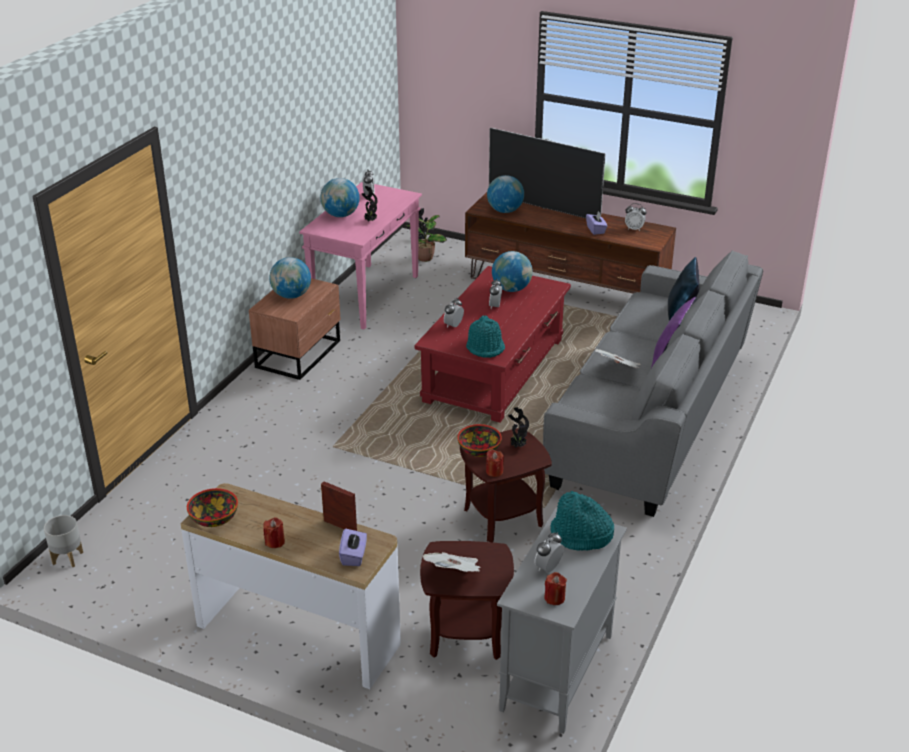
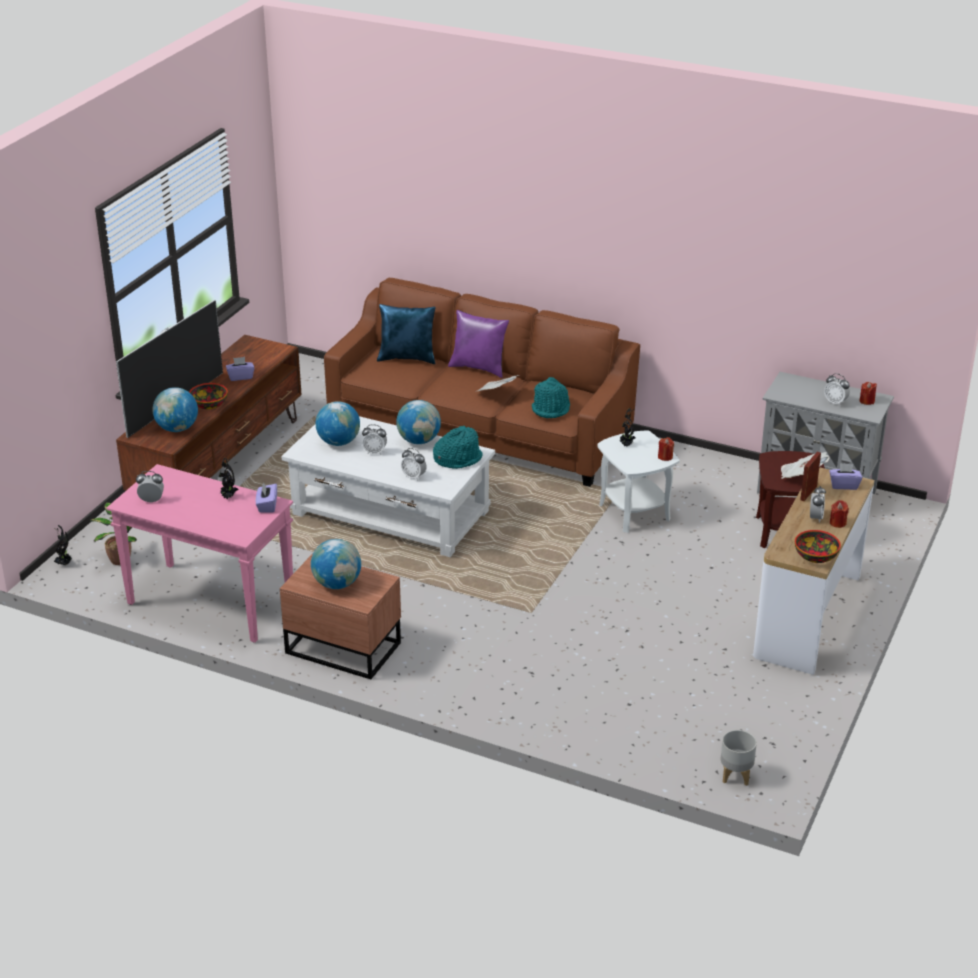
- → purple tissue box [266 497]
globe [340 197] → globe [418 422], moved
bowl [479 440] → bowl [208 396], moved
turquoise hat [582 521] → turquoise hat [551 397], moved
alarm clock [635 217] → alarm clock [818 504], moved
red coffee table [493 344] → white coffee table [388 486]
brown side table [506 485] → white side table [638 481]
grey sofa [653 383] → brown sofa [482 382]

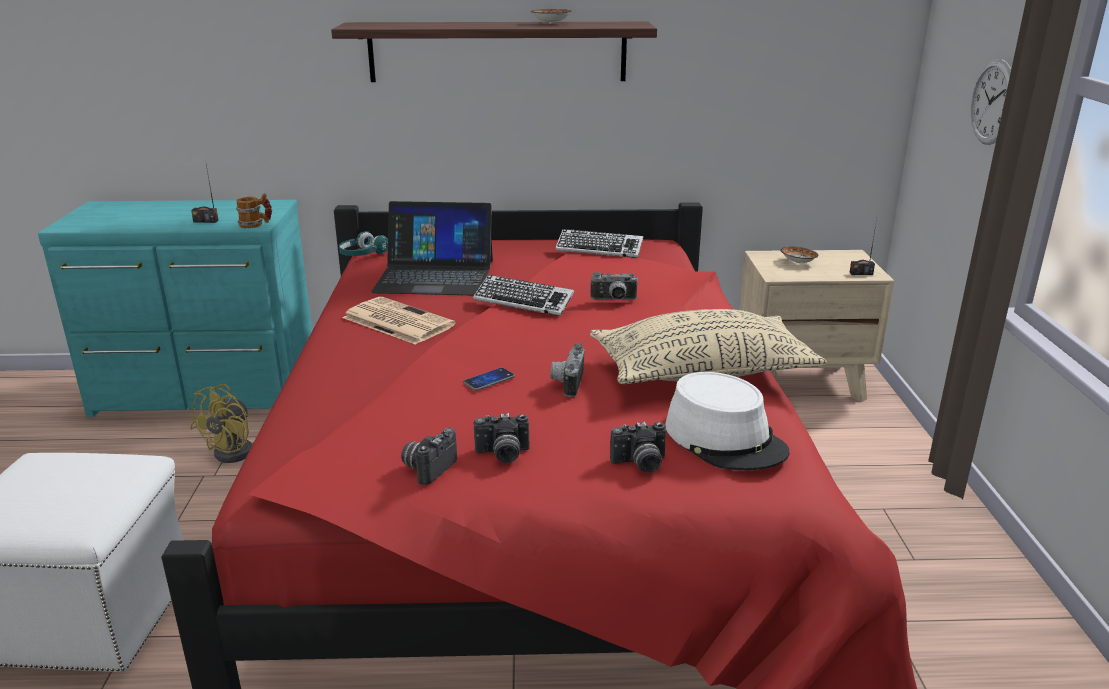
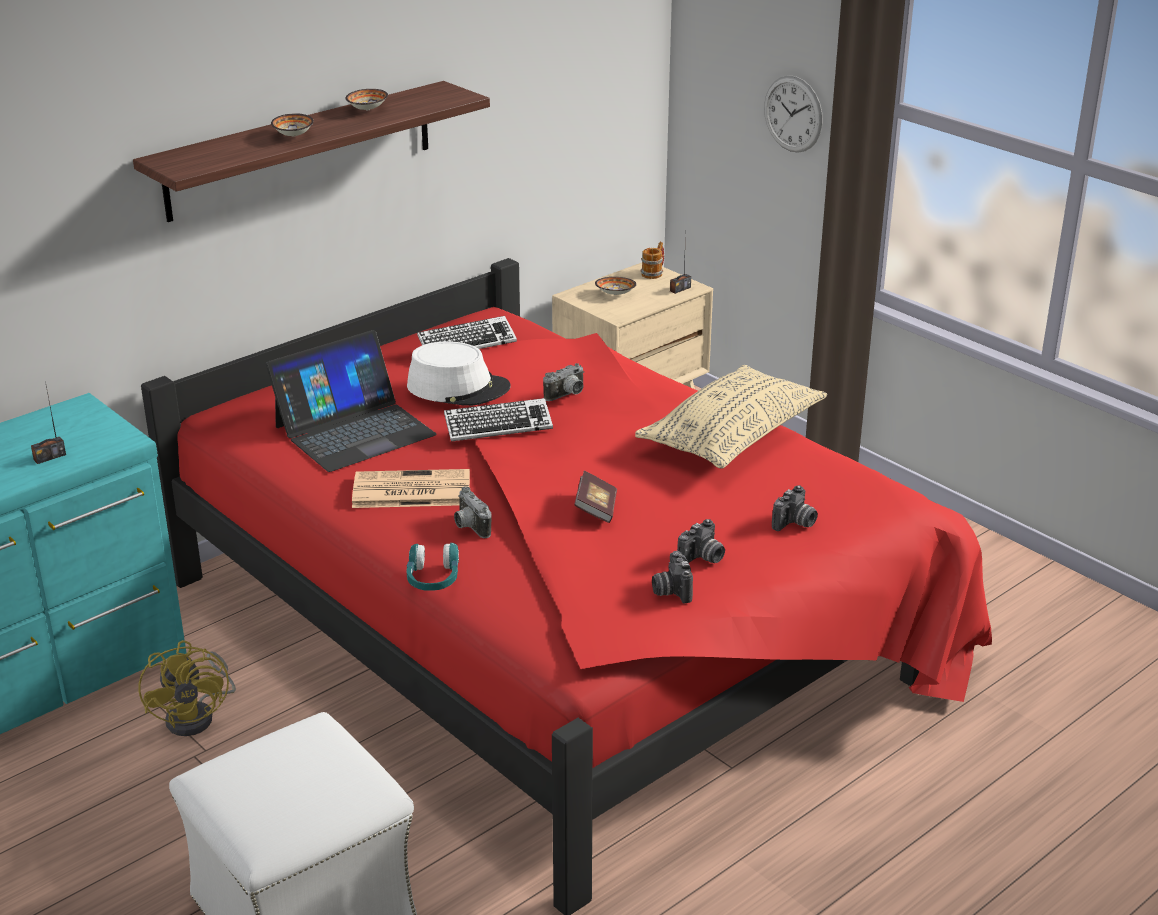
- → bowl [292 125]
mug [254 210] → mug [652 260], moved
turquoise headphones [363 243] → turquoise headphones [433 567], moved
photo camera [567 370] → photo camera [472 512], moved
white hat [727 421] → white hat [459 373], moved
phone [489 379] → book [595 497]

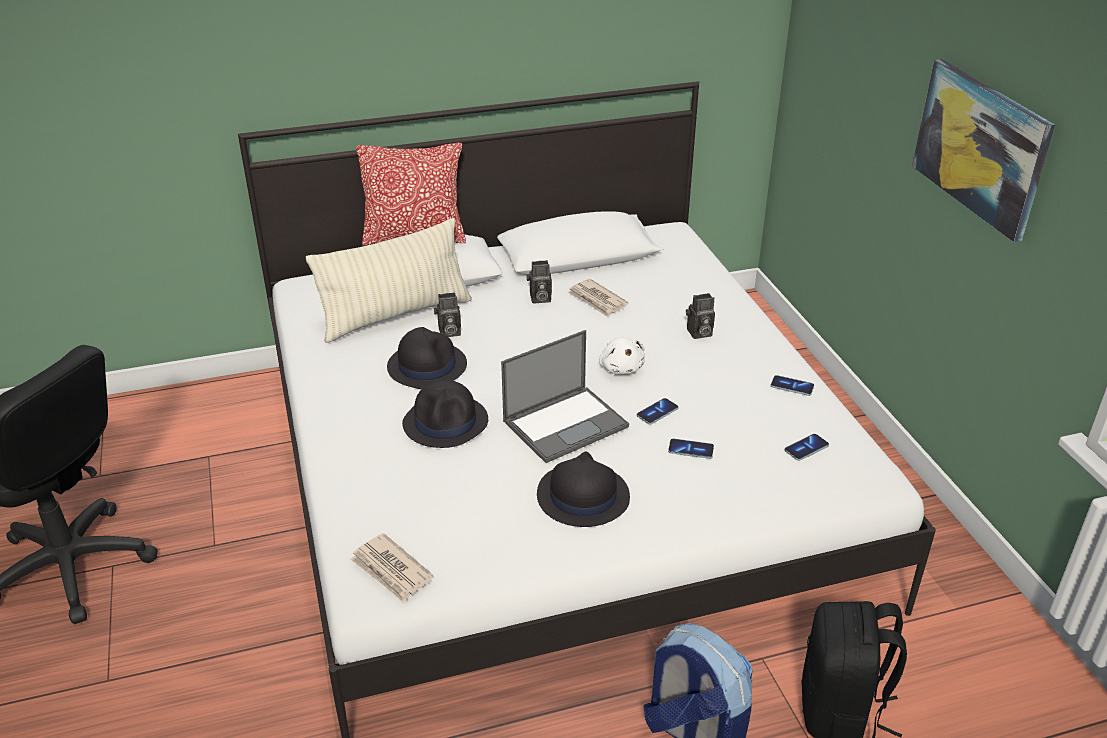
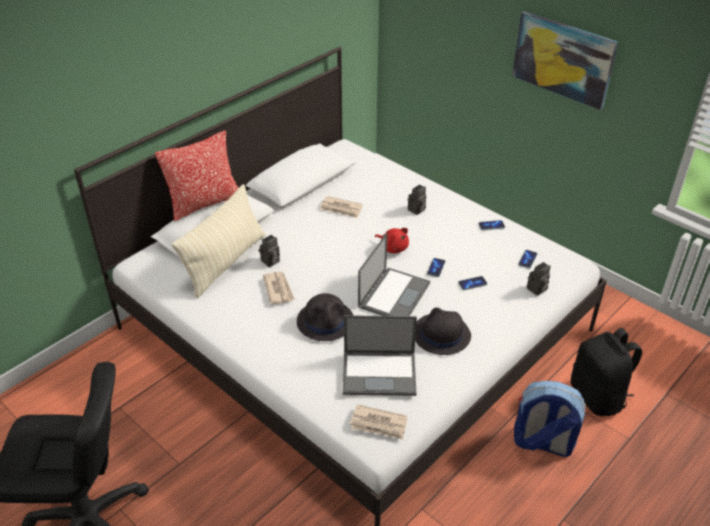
- → laptop [380 355]
photo camera [539 281] → photo camera [538 278], moved
black hat [427 358] → newspaper [279 288]
white plush toy [622 356] → red plush toy [392 241]

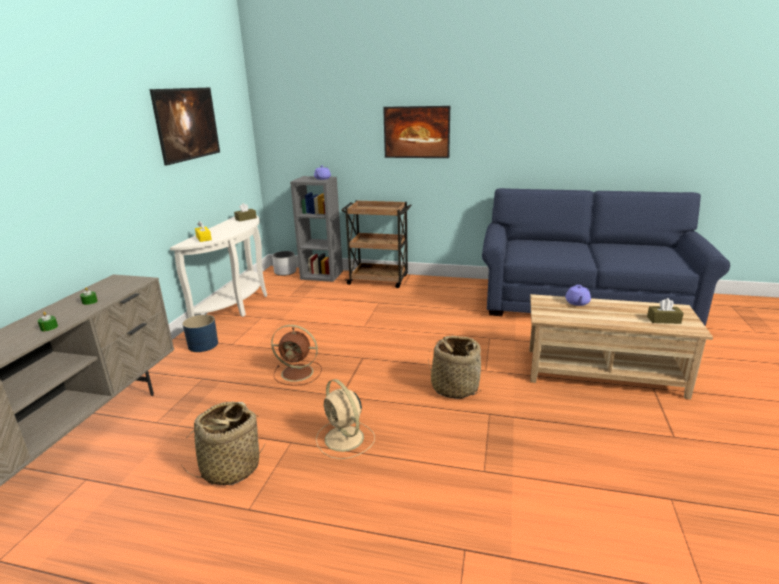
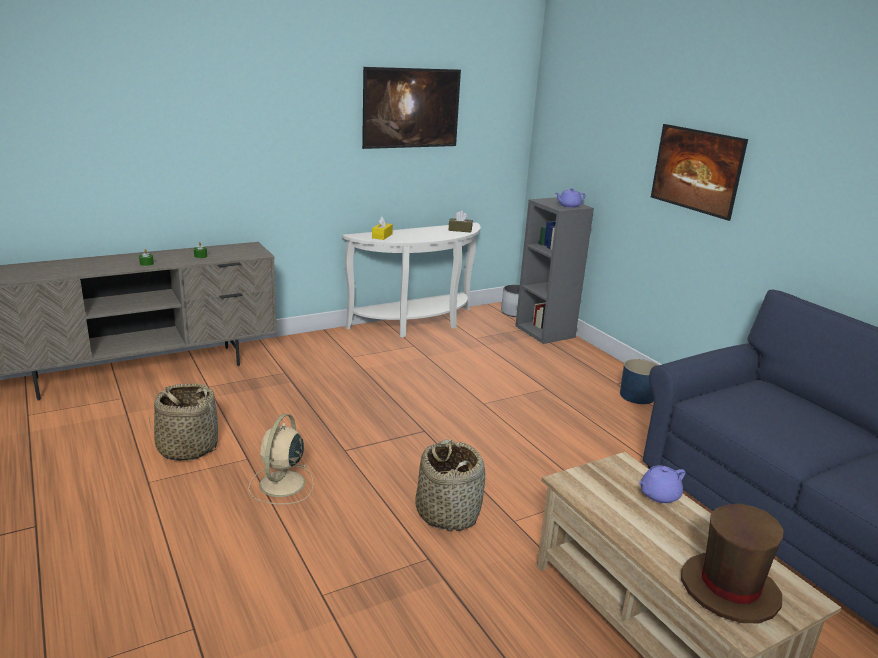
brown fan [296 355] → -
brown cart [376 244] → -
blue planter [200 333] → blue planter [638 381], moved
brown tissue box [665 311] → brown hat [732 564]

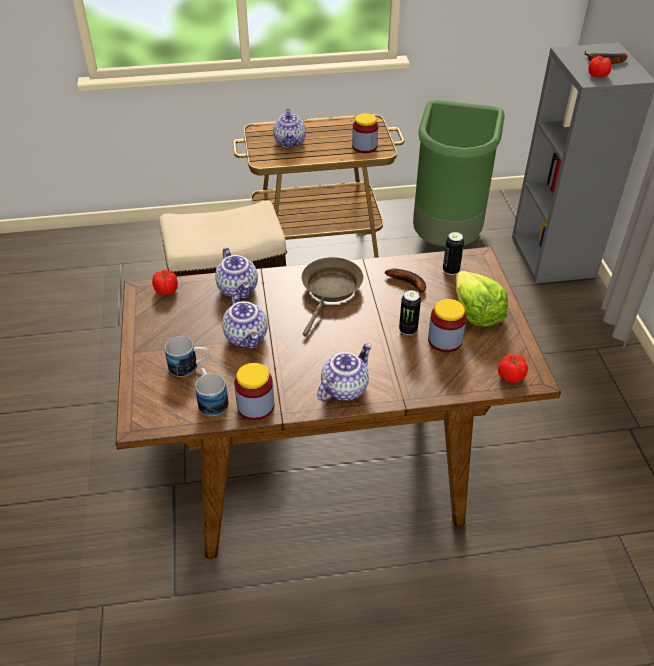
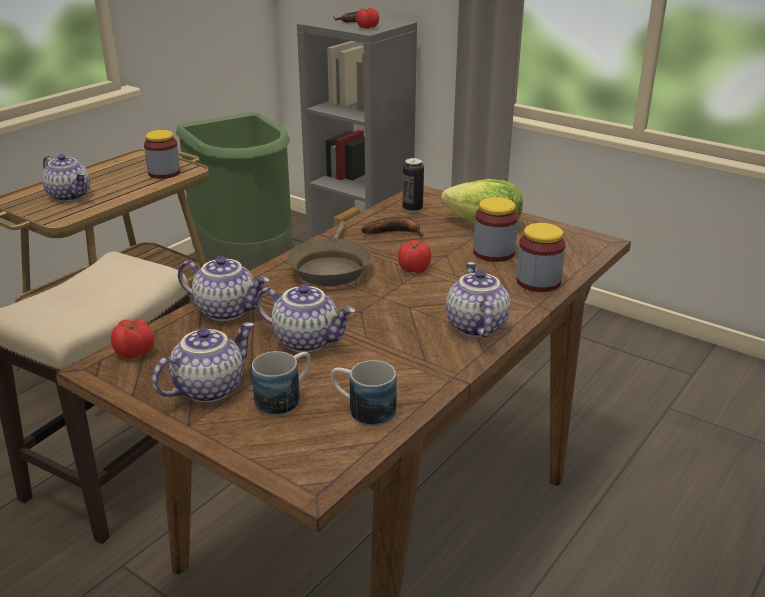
can [410 312] → -
- → teapot [203 362]
jar [254 391] → jar [541 257], moved
tomato [513 368] → tomato [414 256], moved
brown frying pan [332 297] → brown frying pan [330 254], 150 degrees counterclockwise

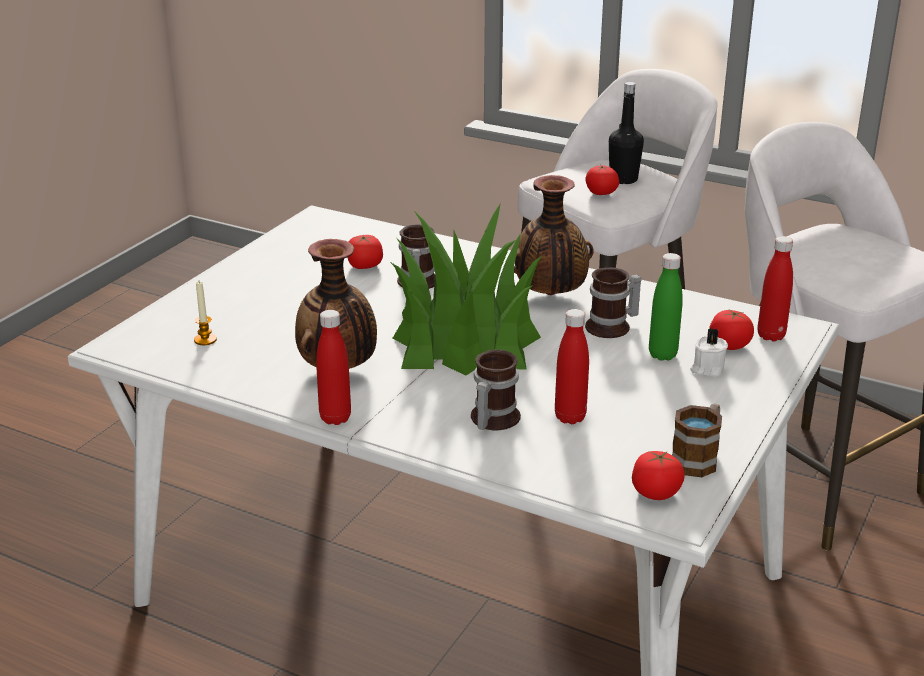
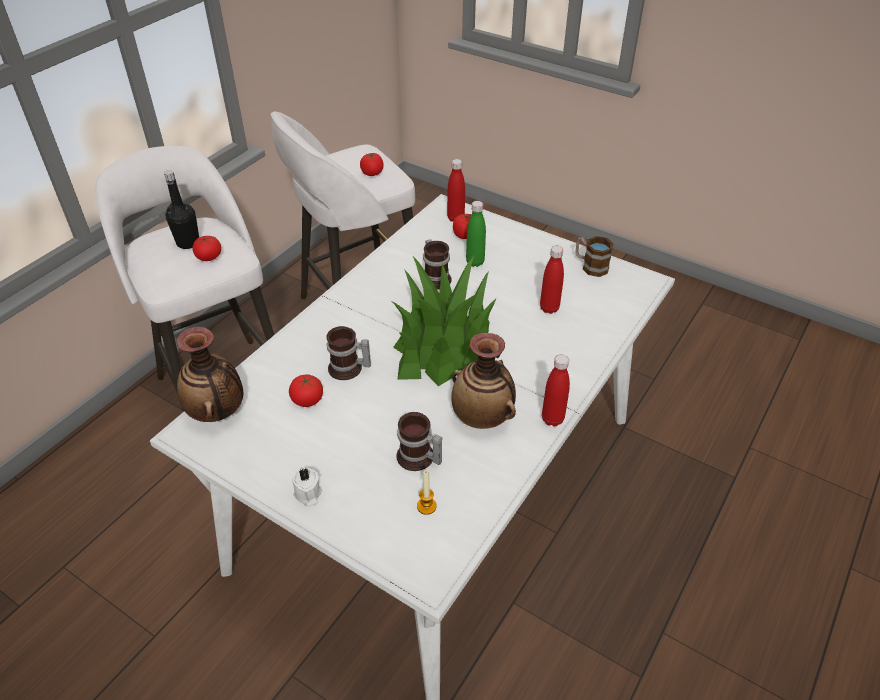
mug [496 390] → mug [419 441], moved
vase [554 235] → vase [210 374], moved
tomato [658 475] → tomato [372 164], moved
white candle [709 352] → white candle [307 487], moved

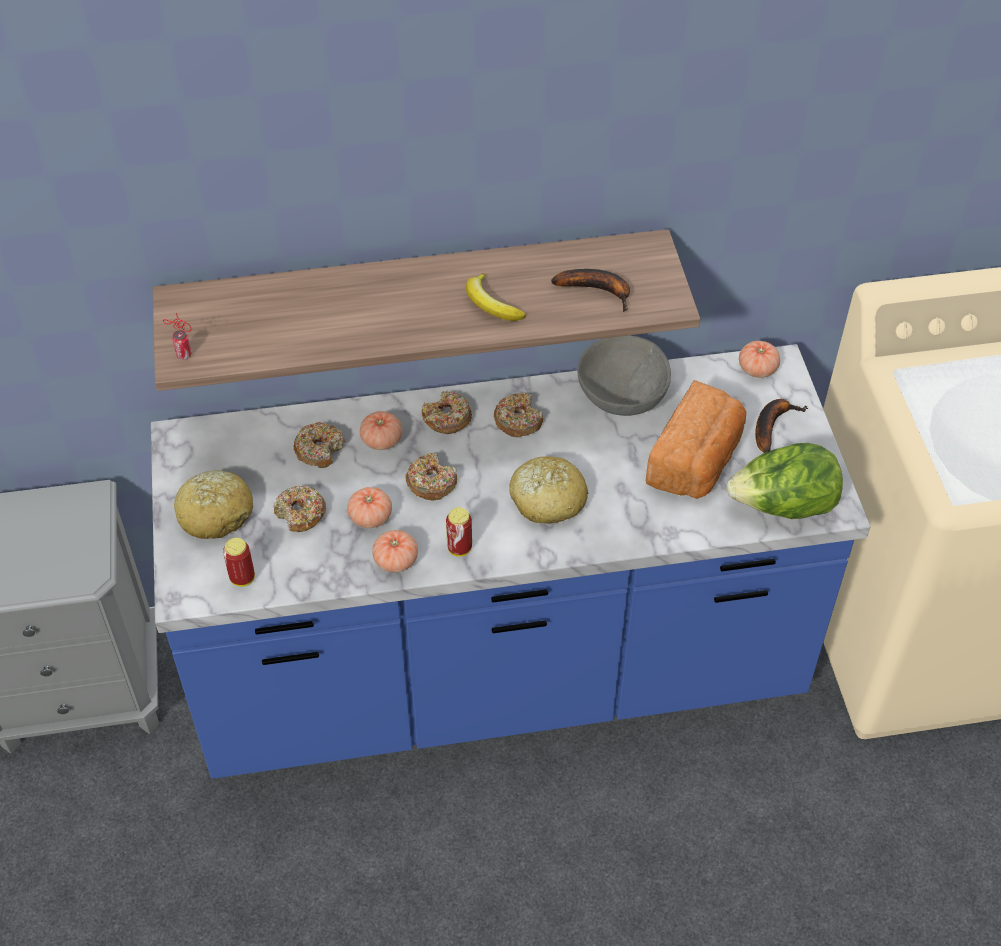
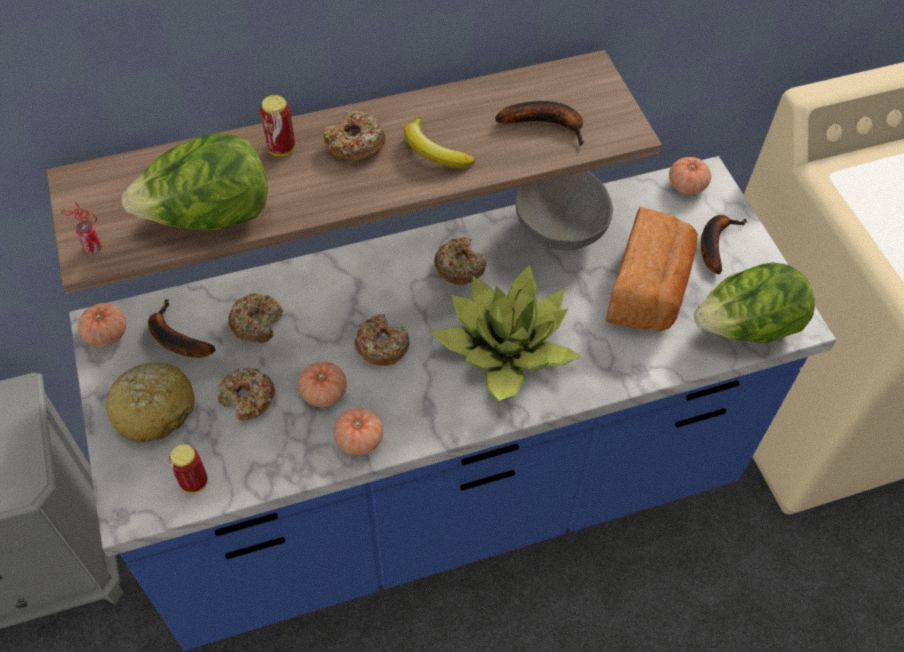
- → lettuce [195 182]
- → banana [181 328]
tomato [381 430] → tomato [102 325], moved
donut [447 412] → donut [354 136], moved
can [459 532] → can [277 125], moved
bread [548 490] → potted plant [506 332]

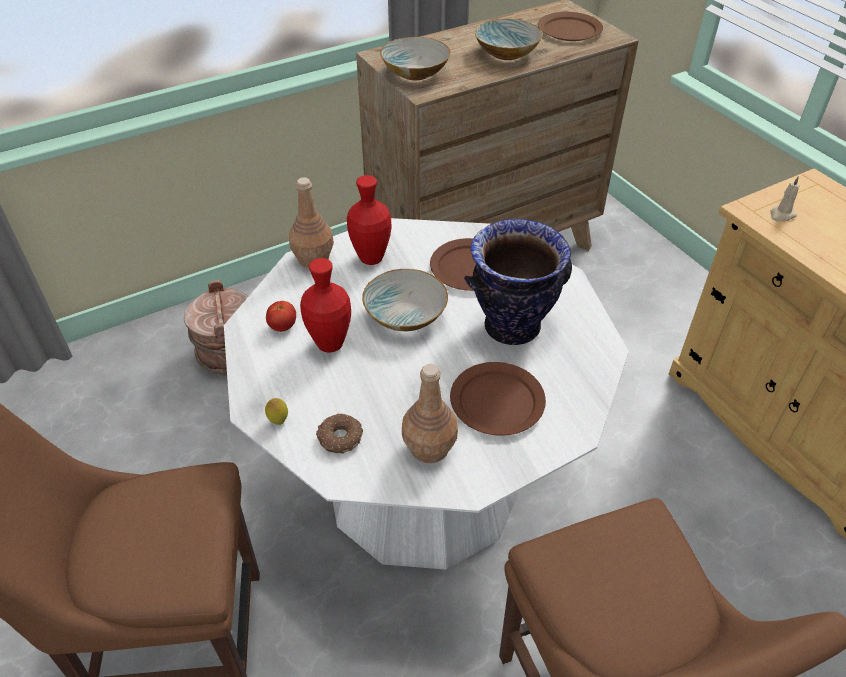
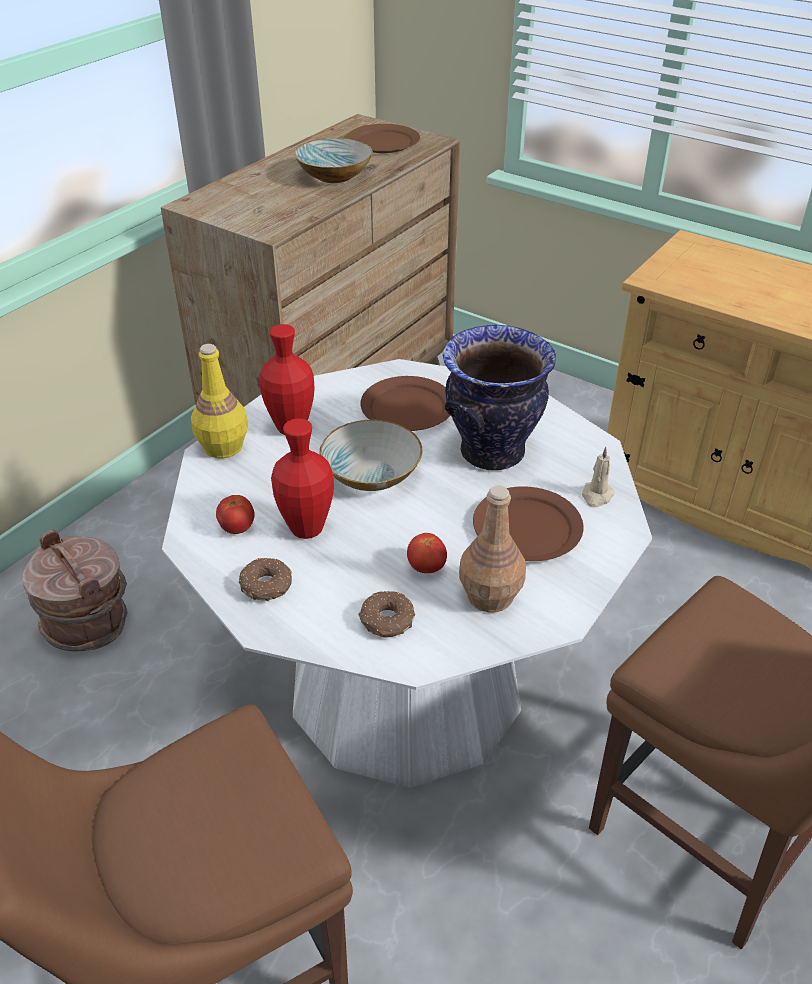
lemon [276 411] → -
bowl [415 58] → -
- → donut [265 579]
- → tomato [427 553]
beige candle [785 199] → beige candle [598 477], moved
brown bottle [311 222] → yellow bottle [219 401]

